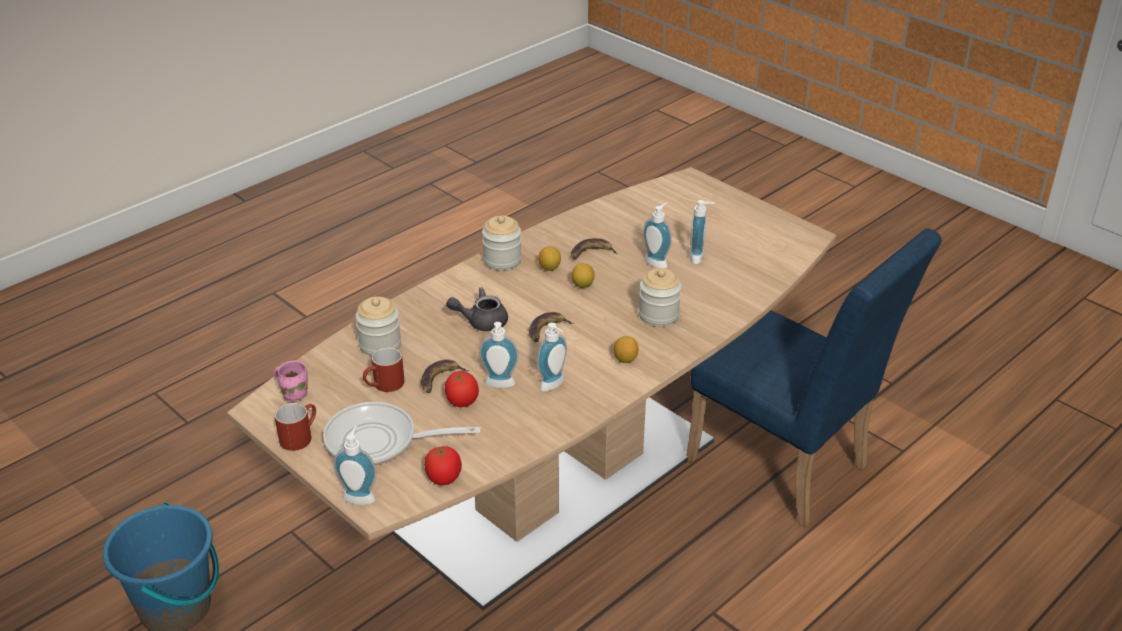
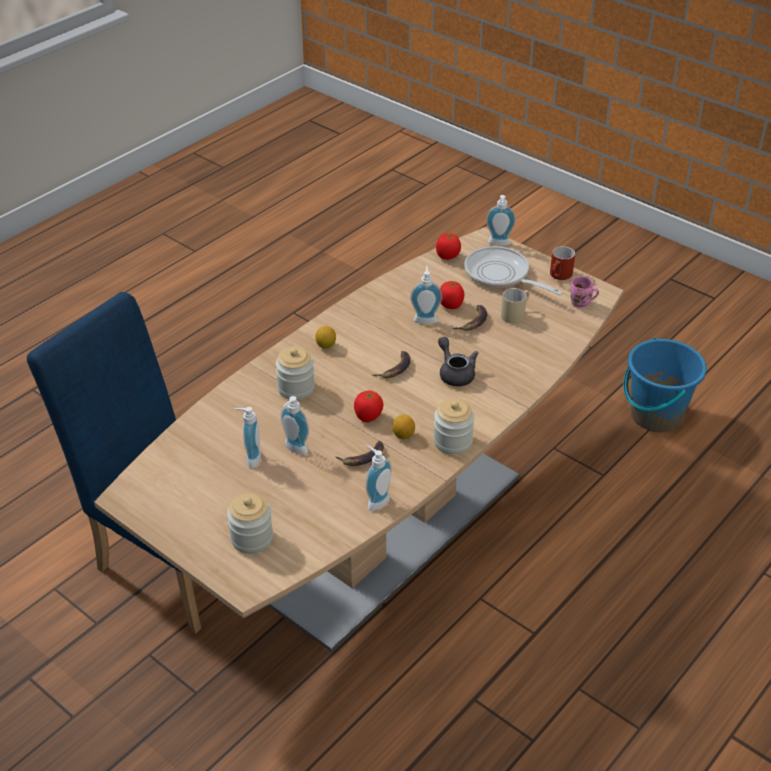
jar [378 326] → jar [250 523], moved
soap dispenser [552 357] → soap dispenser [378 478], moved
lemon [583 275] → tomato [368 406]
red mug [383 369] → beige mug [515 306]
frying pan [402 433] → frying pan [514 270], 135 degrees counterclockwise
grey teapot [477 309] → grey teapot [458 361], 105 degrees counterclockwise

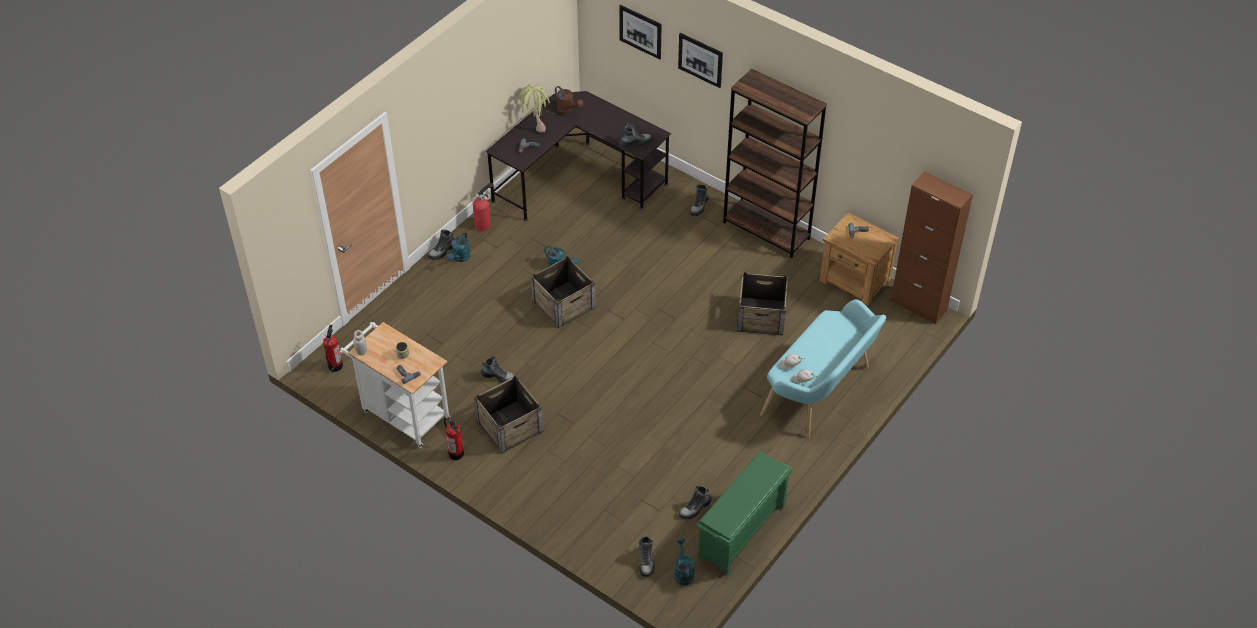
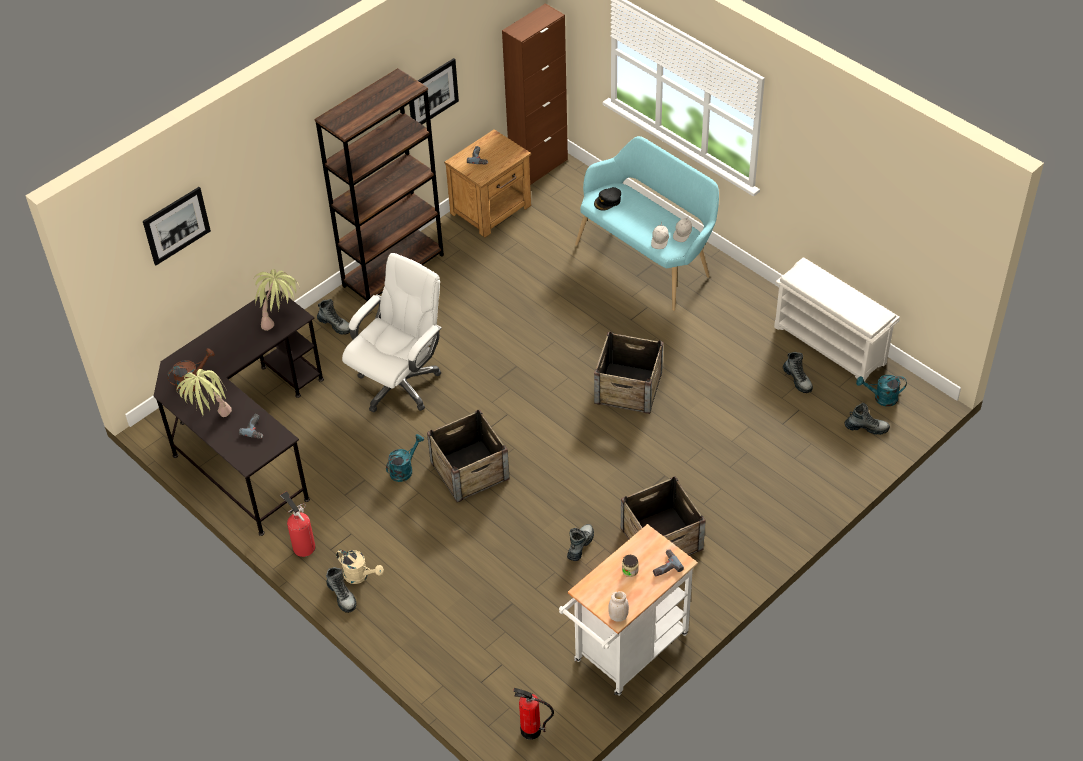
fire extinguisher [454 439] → -
- → white office chair [392 332]
- → black cap [607 198]
picture [700 60] → picture [434 91], moved
crate [762 304] → crate [628 373], moved
boot [635 135] → potted plant [276 300]
turquoise watering can [459 247] → beige watering can [360 567]
green shoe rack [744 513] → white shoe rack [837 321]

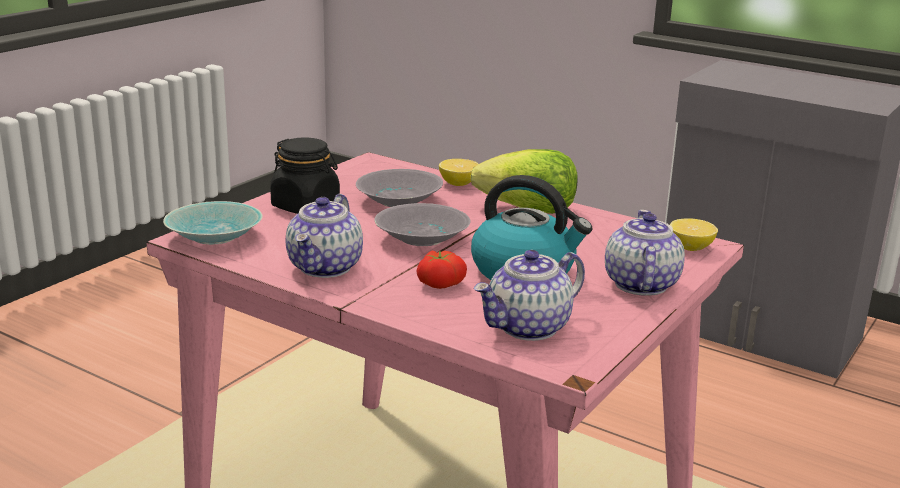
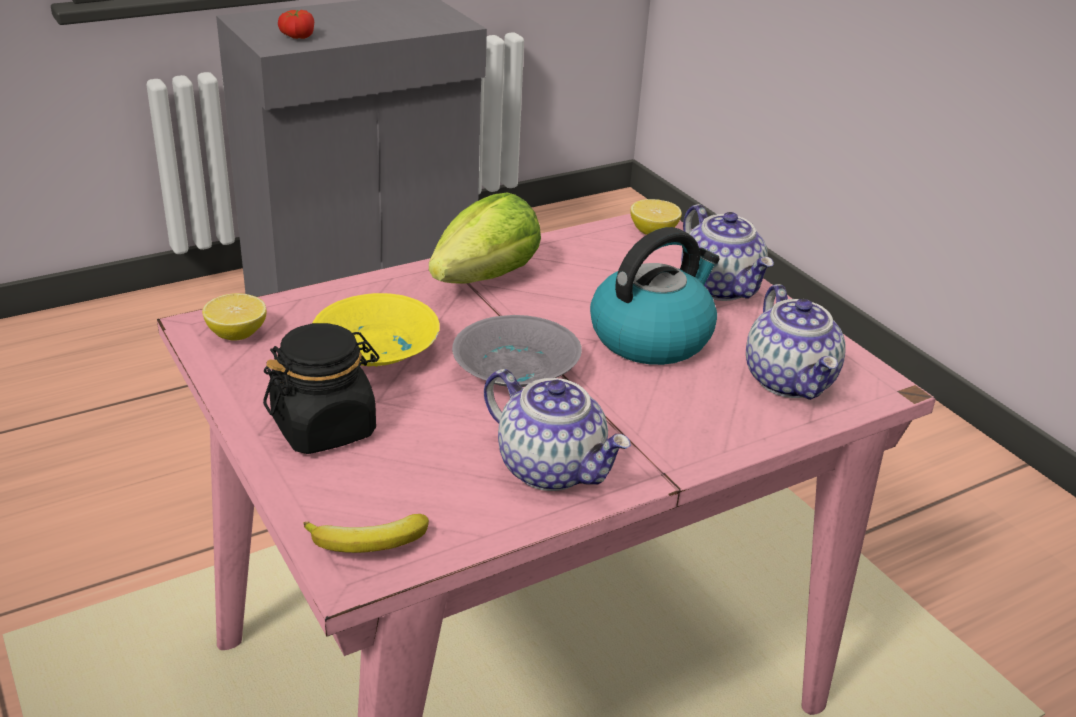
tomato [441 269] → tomato [296 24], moved
lemon [458 172] → lemon [234 317], moved
turquoise bowl [213 223] → banana [366 533]
grey bowl [399 188] → yellow bowl [376 330]
teapot [645 253] → teapot [727 252], 150 degrees counterclockwise

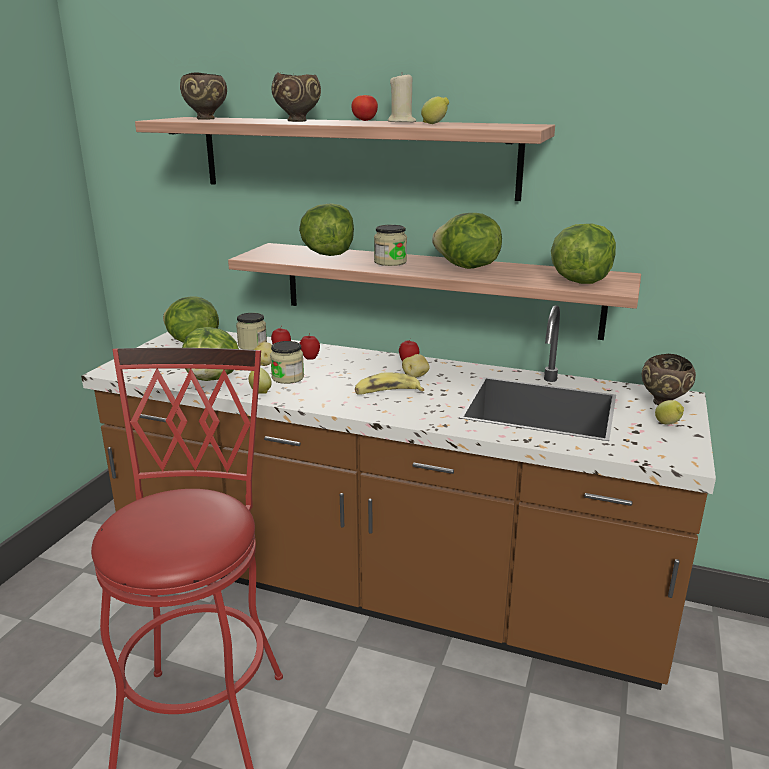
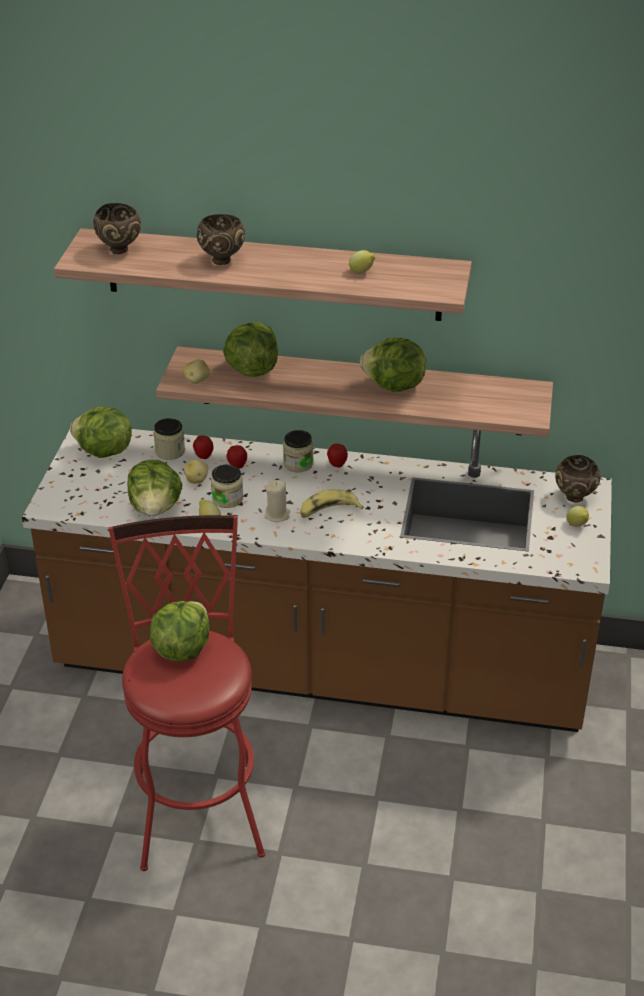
tomato [364 108] → -
jar [390 245] → jar [298 451], moved
beige candle [402 97] → beige candle [277 501], moved
potato [416 366] → potato [197 371], moved
lettuce [583 254] → lettuce [180 631], moved

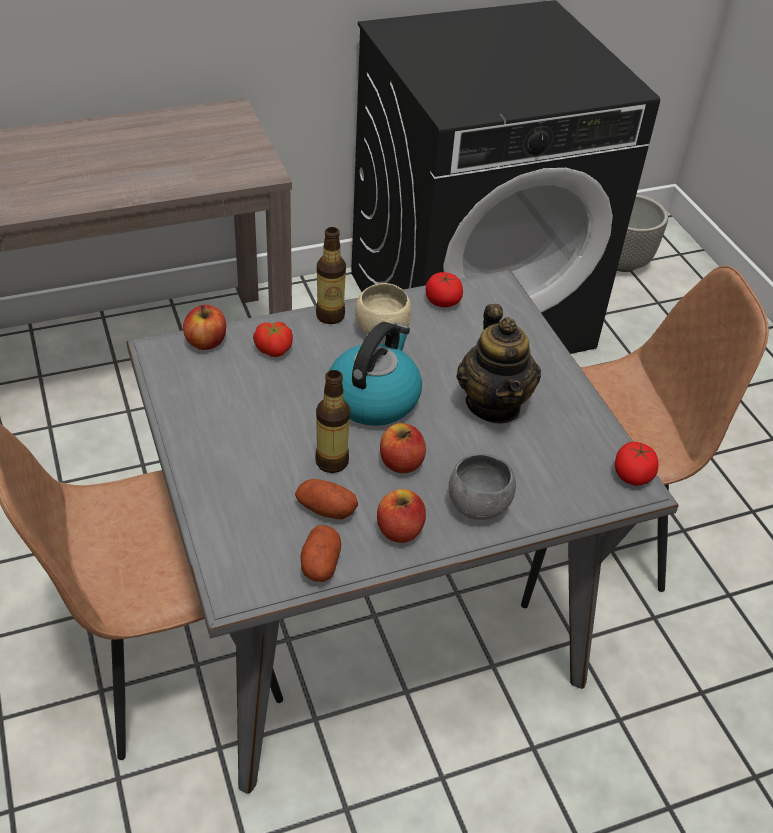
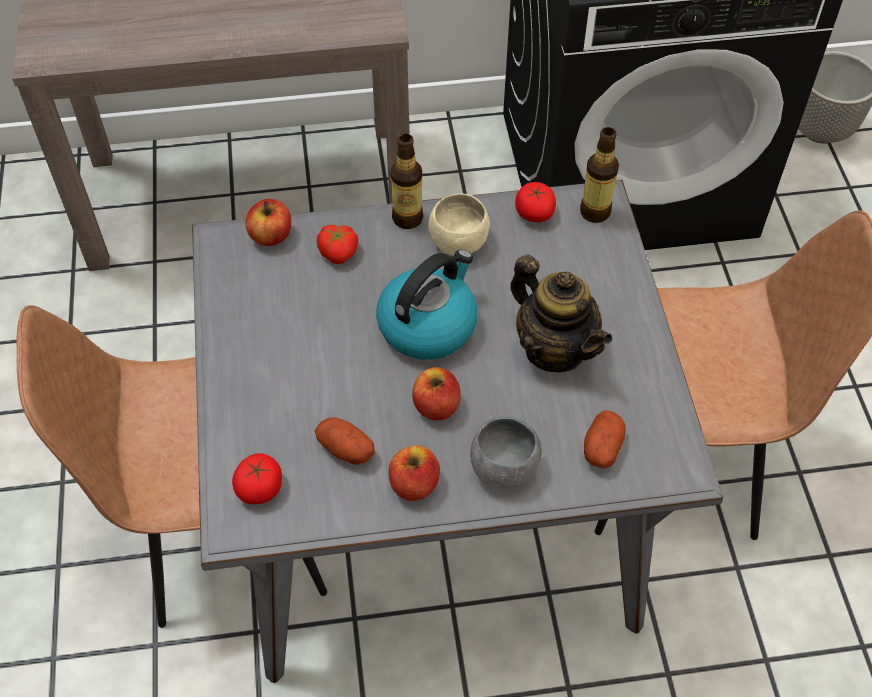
potato [321 553] → potato [605 439], moved
bottle [332 421] → bottle [599 175], moved
tomato [637 464] → tomato [257 478], moved
teapot [498 364] → teapot [561 313], 45 degrees counterclockwise

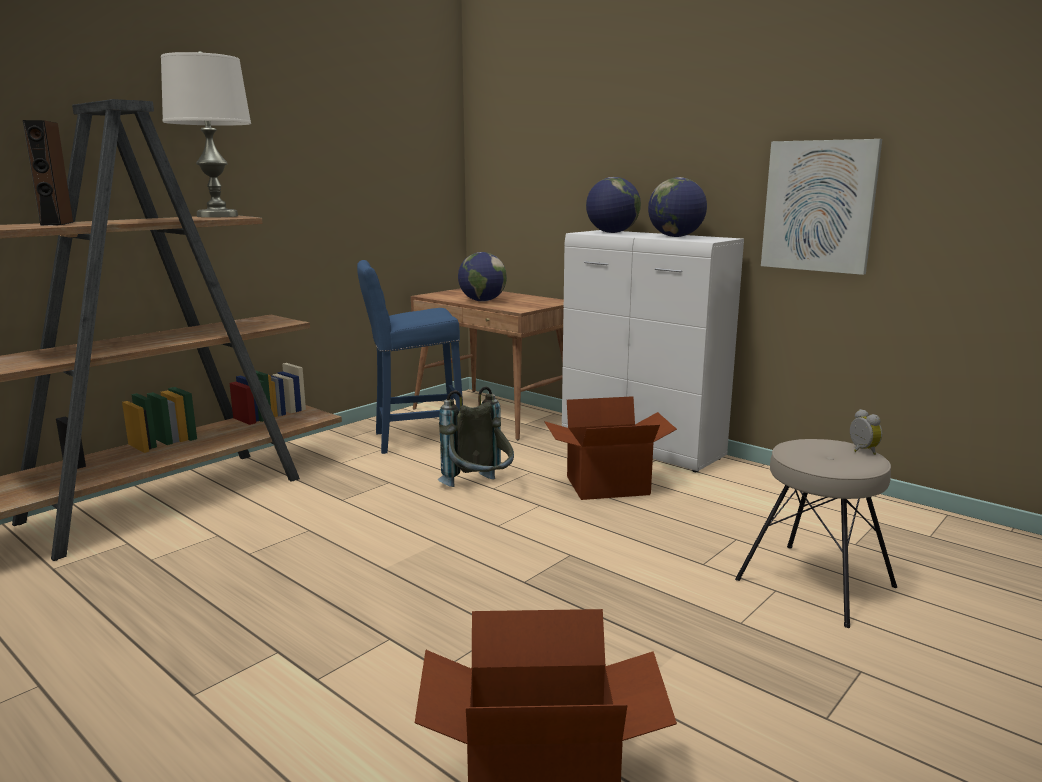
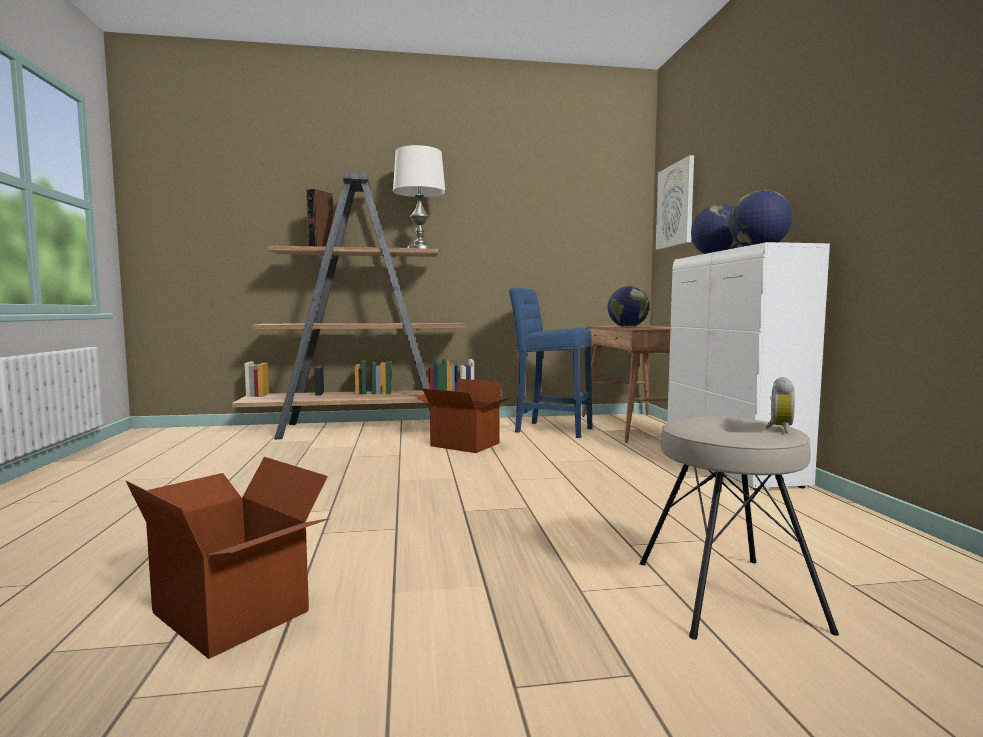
grey backpack [476 437] → -
cardboard box [610 448] → cardboard box [465 416], moved
picture [821 207] → picture [675 202], moved

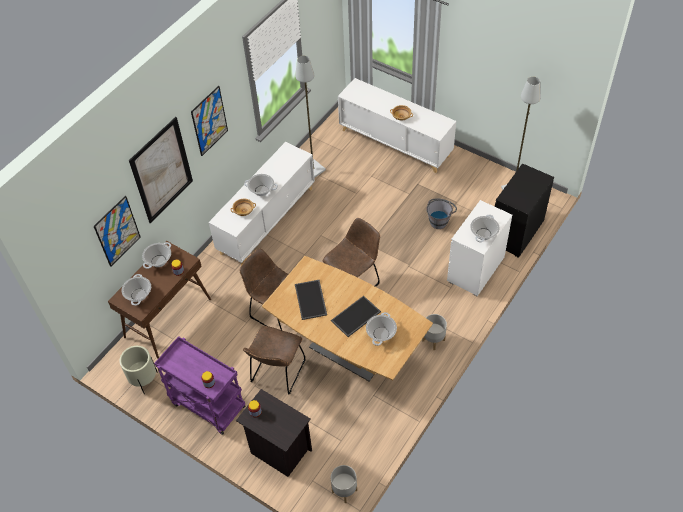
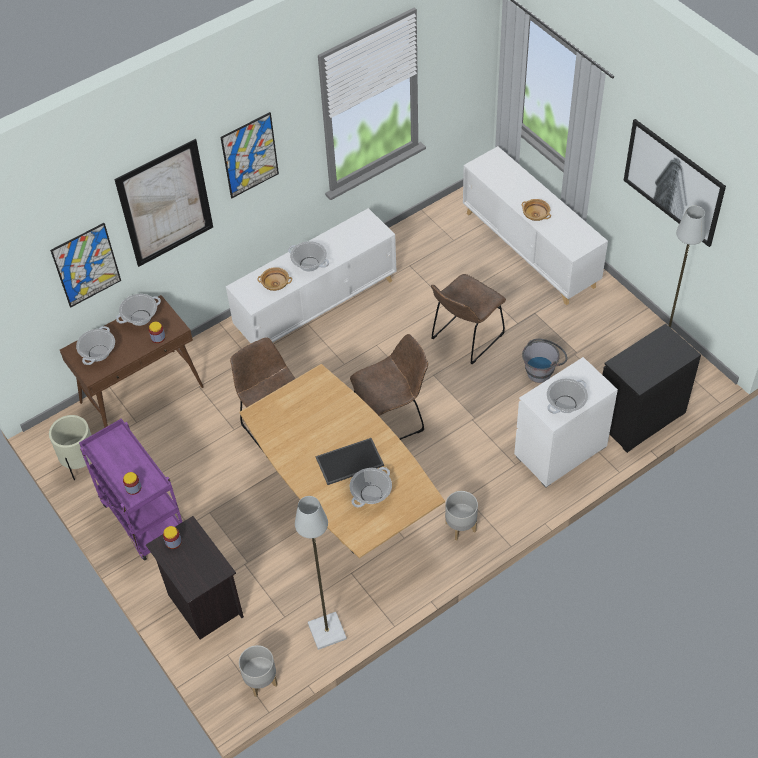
tray [311 300] → -
- → picture [675 183]
brown chair [274 360] → brown chair [468 319], moved
grey floor lamp [310 117] → grey floor lamp [321 573], moved

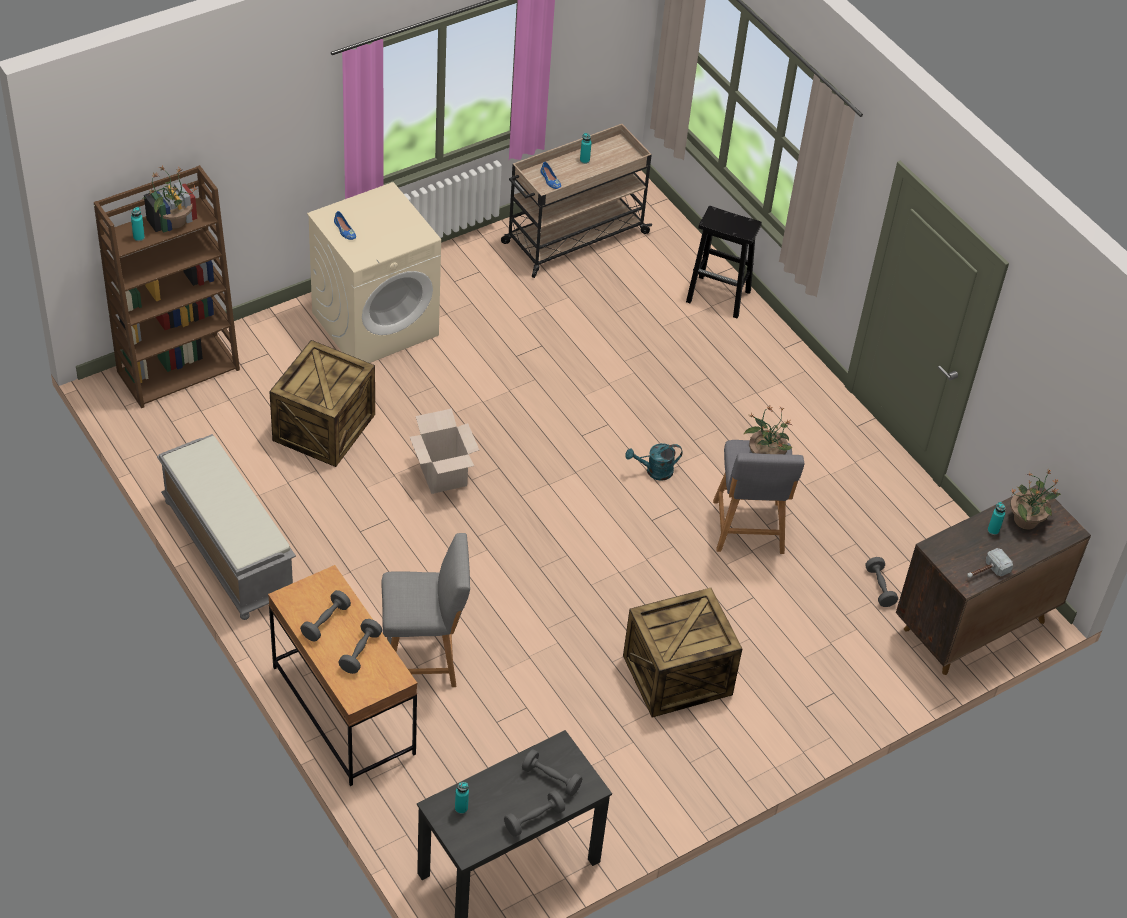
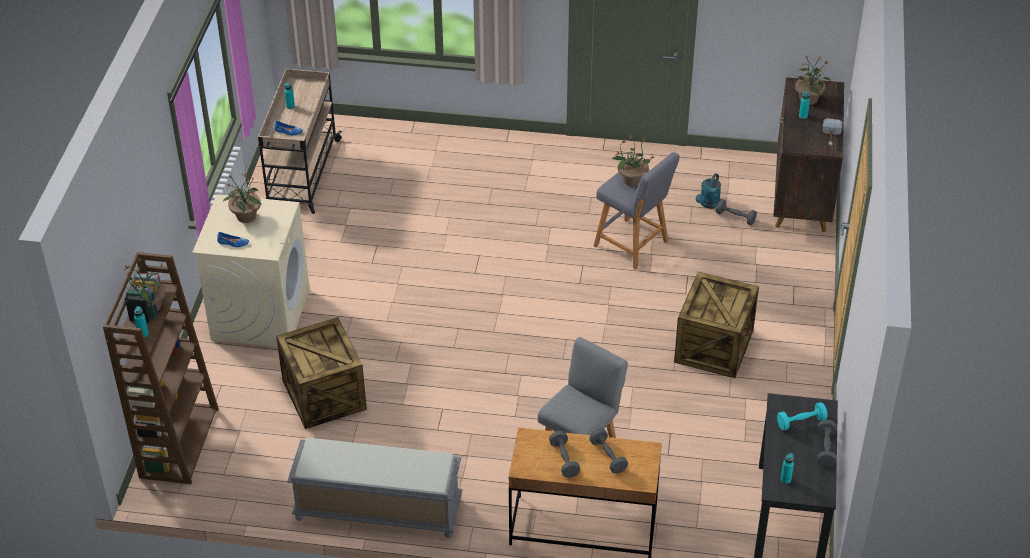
cardboard box [444 451] → -
black stool [724 262] → -
- → potted plant [242 198]
turquoise watering can [654 462] → turquoise watering can [708 190], moved
grey dumbbell [552 772] → turquoise dumbbell [802 416]

